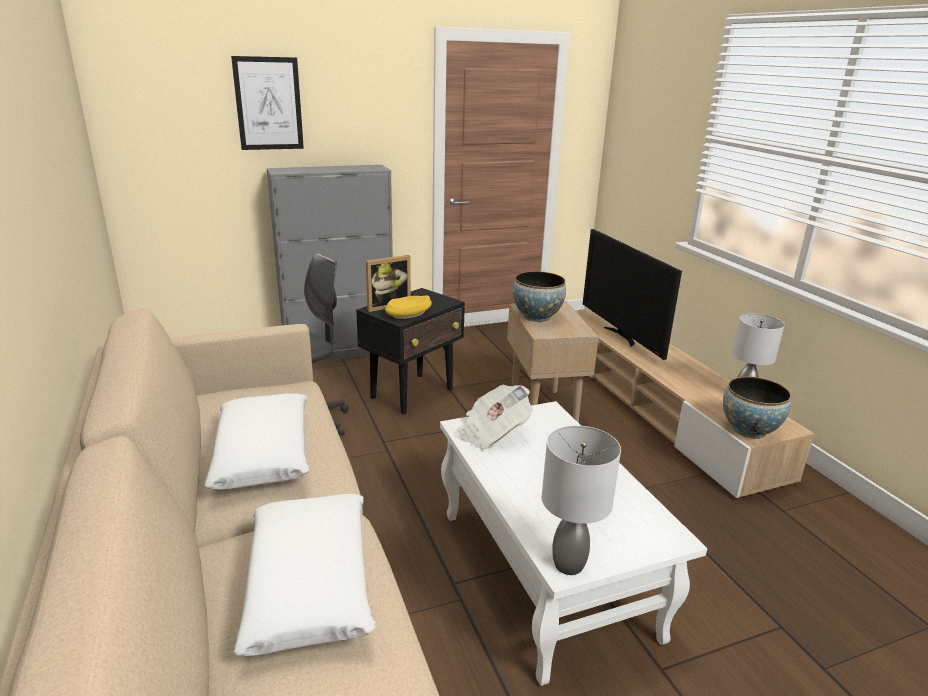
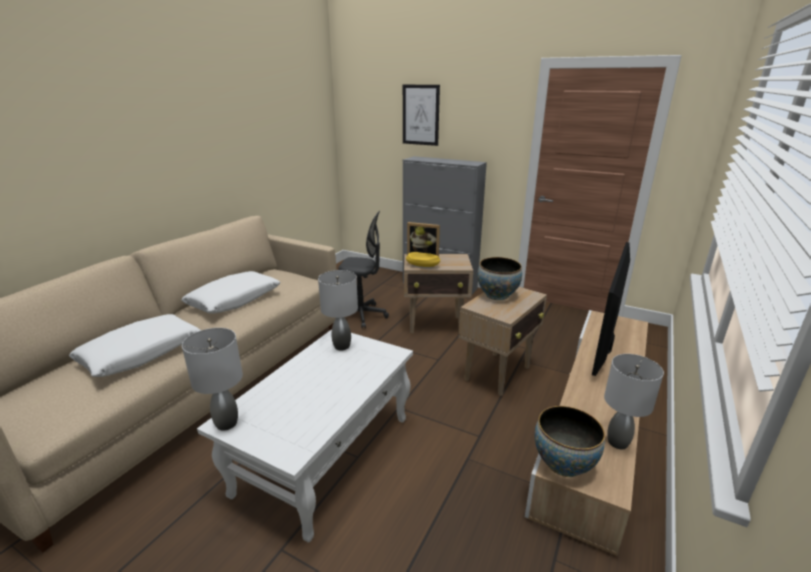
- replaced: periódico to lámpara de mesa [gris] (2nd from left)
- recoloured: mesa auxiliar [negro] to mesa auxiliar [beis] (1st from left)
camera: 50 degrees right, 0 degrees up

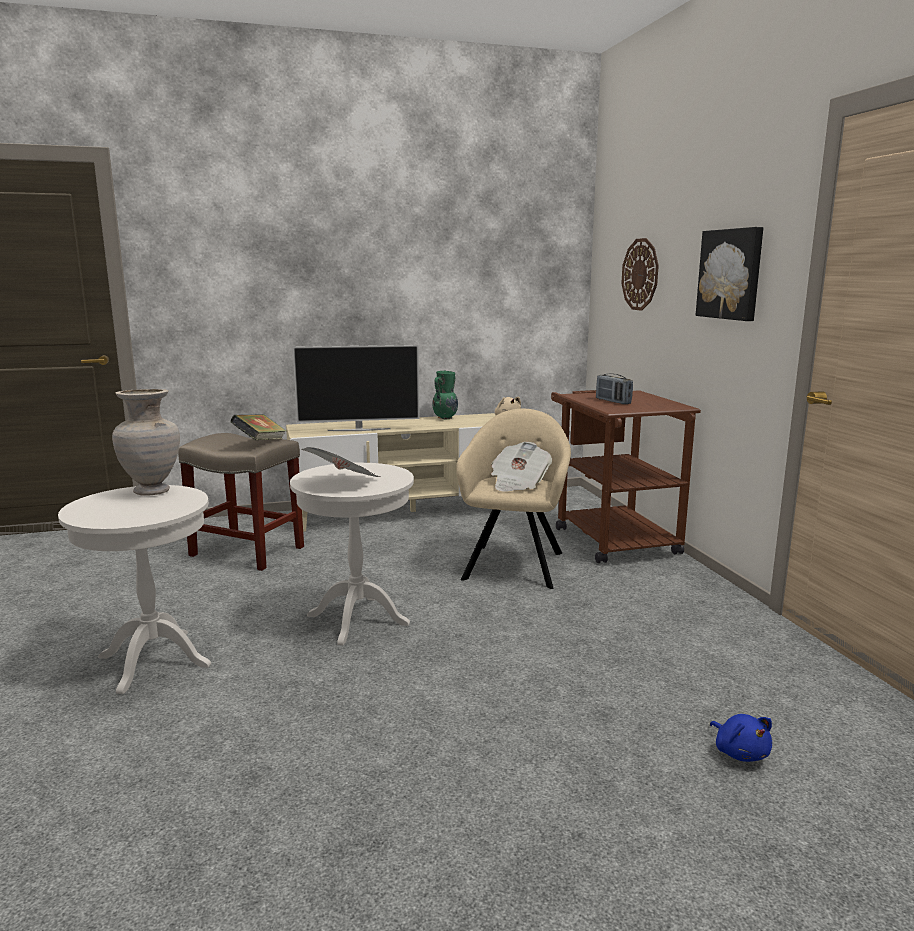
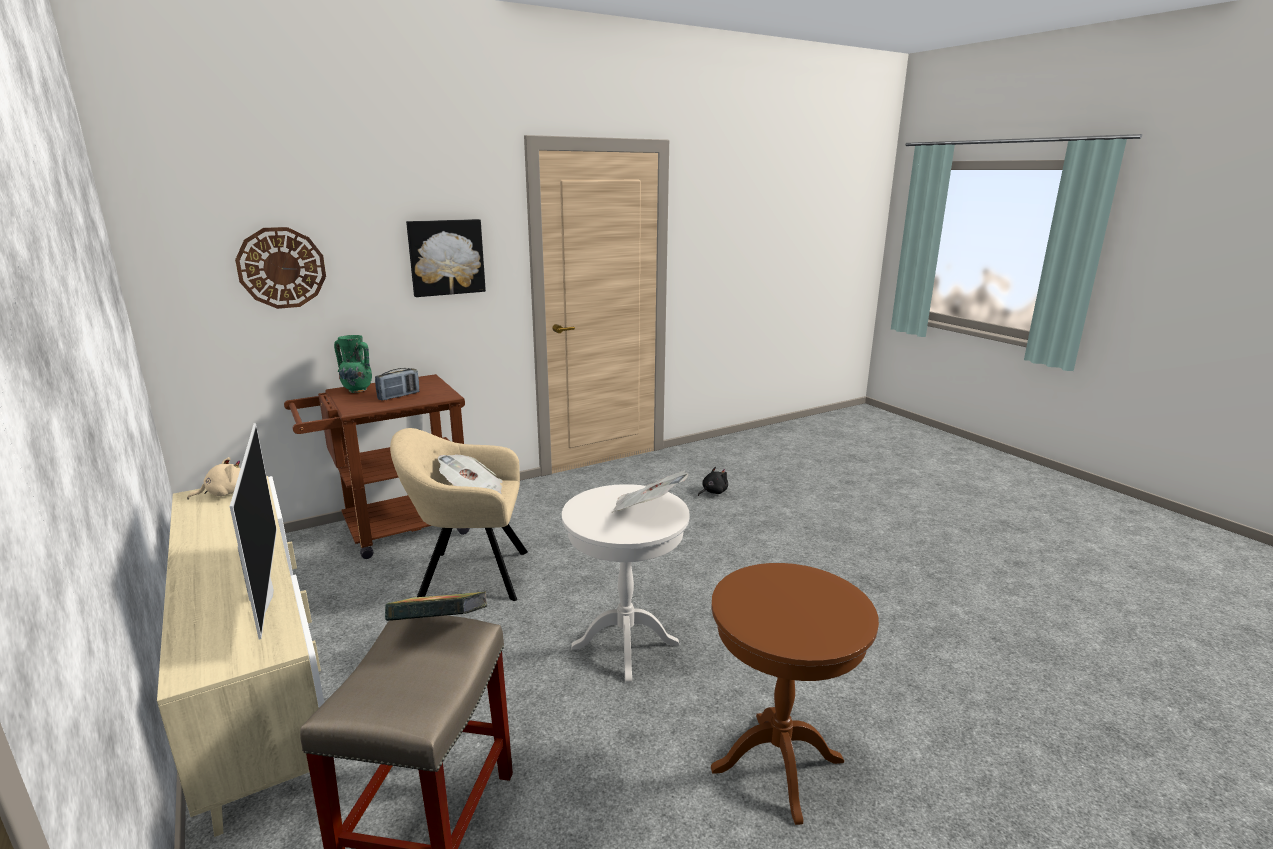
- removed: florero [beis]
- moved: florero [verde]
- recoloured: mesa auxiliar [blanco] (1st from left) to mesa auxiliar [marrón]
- recoloured: peluche [azul] to peluche [negro]
camera: 105 degrees left, 5 degrees up

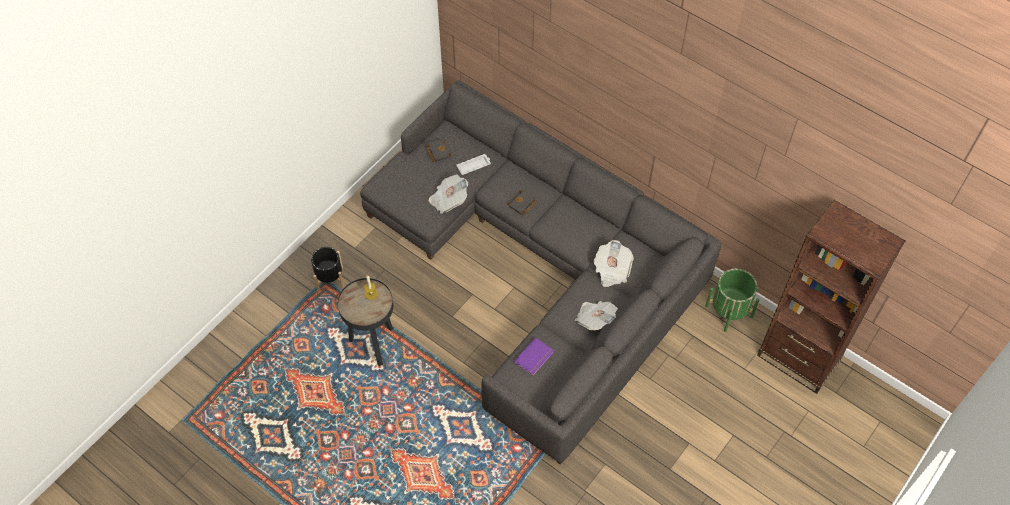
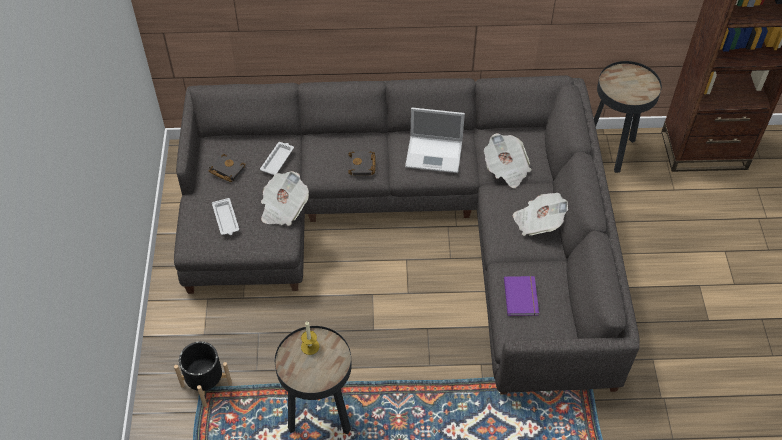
- added: bandeja [blanco] (1st from left)
- added: portátil
- replaced: maceta [verde] to mesa auxiliar [negro] (2nd from left)
camera: 40 degrees left, 5 degrees down

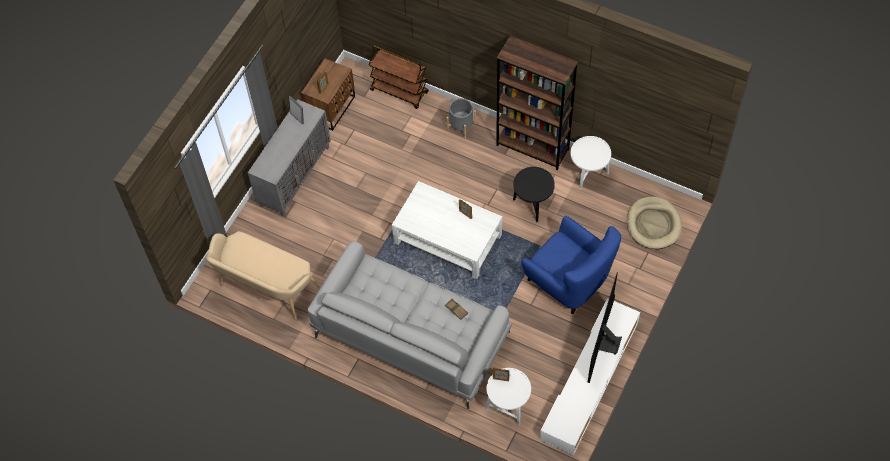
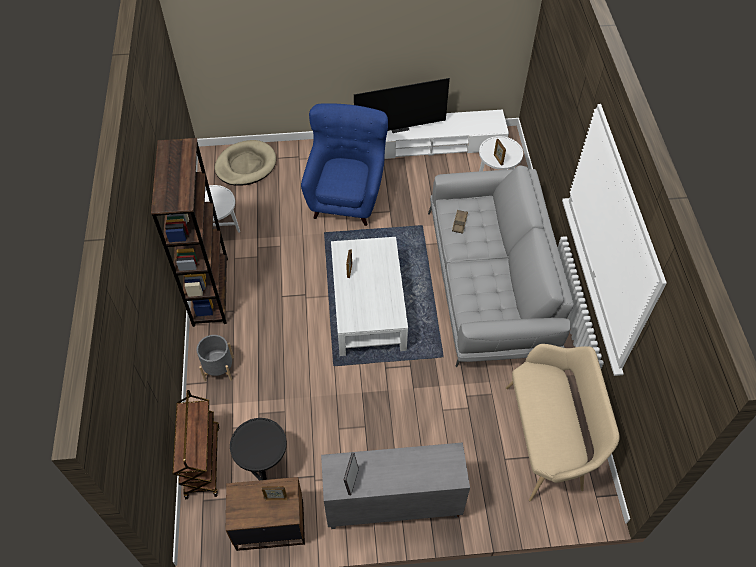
- moved: mesa auxiliar [negro]
camera: 125 degrees left, 5 degrees down

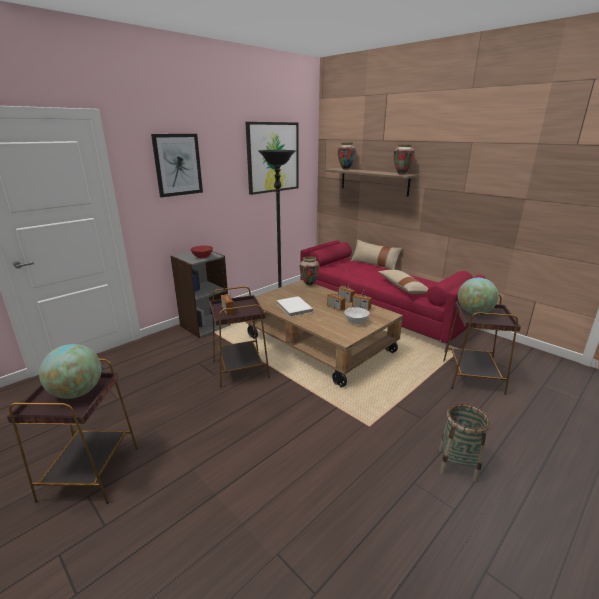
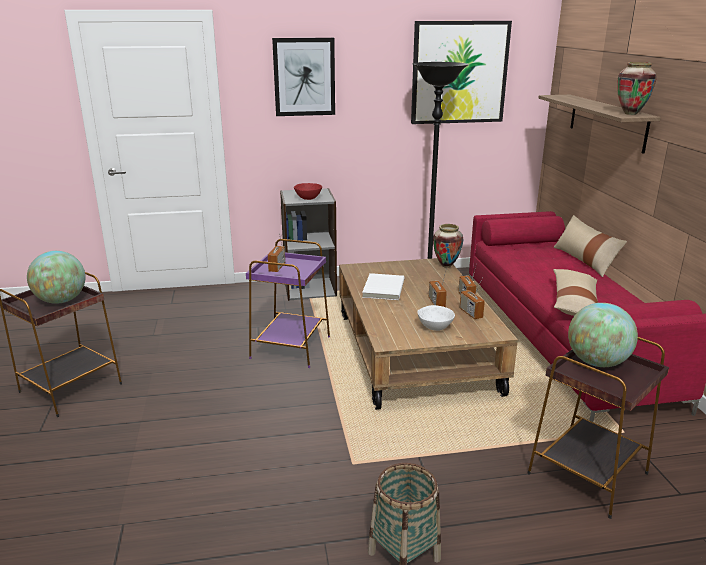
- removed: florero (2nd from left)
- recoloured: mesa auxiliar [marrón] (2nd from left) to mesa auxiliar [morado]
camera: 35 degrees right, 0 degrees up

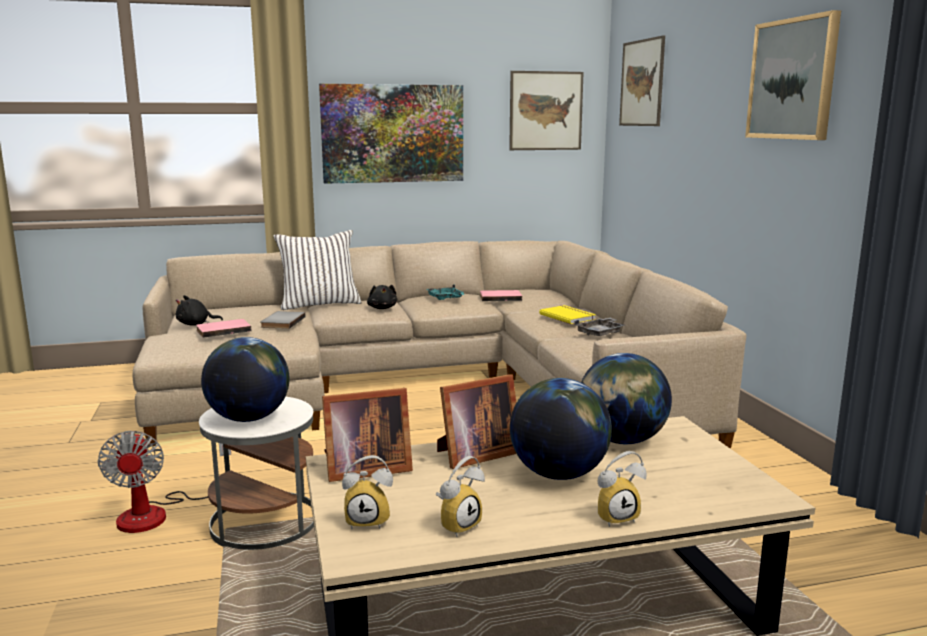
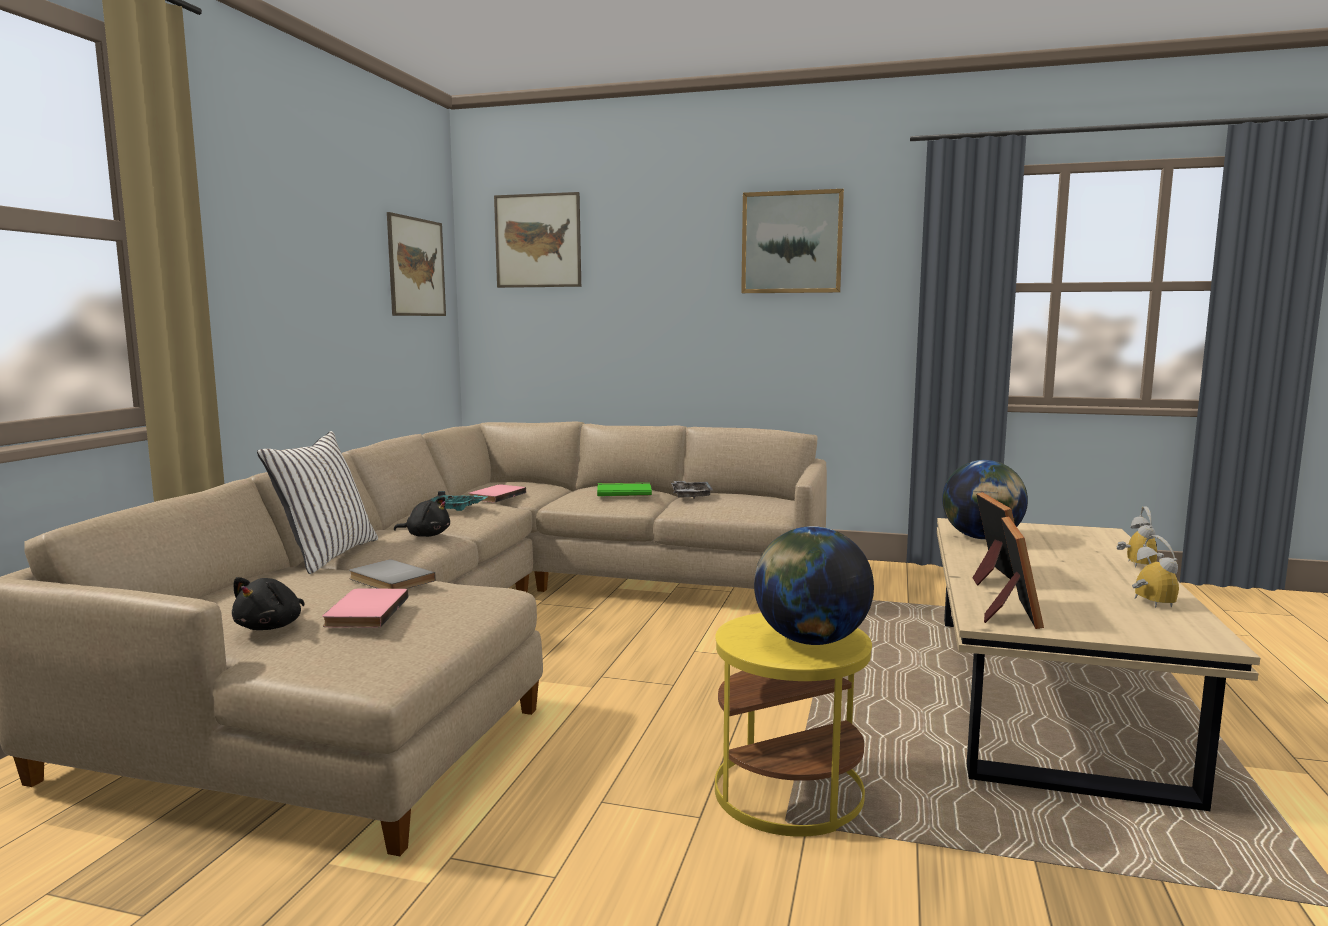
- removed: ventilador
- removed: cuadro (1st from left)
- removed: despertador (1st from left)
- removed: globo terráqueo (2nd from left)
- recoloured: mesa auxiliar [blanco] to mesa auxiliar [amarillo]
- recoloured: libro [amarillo] to libro [verde]
camera: 60 degrees left, 5 degrees down

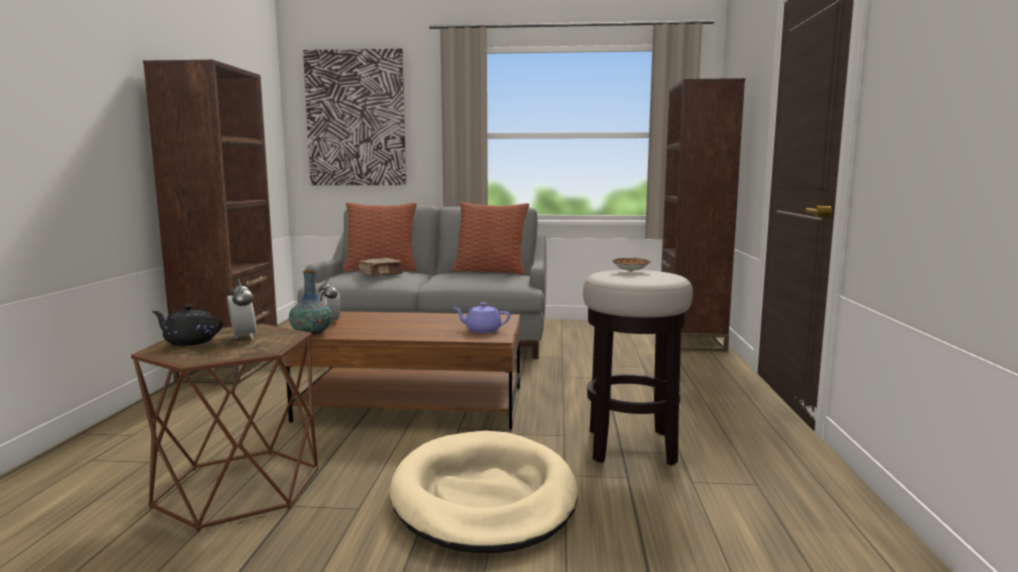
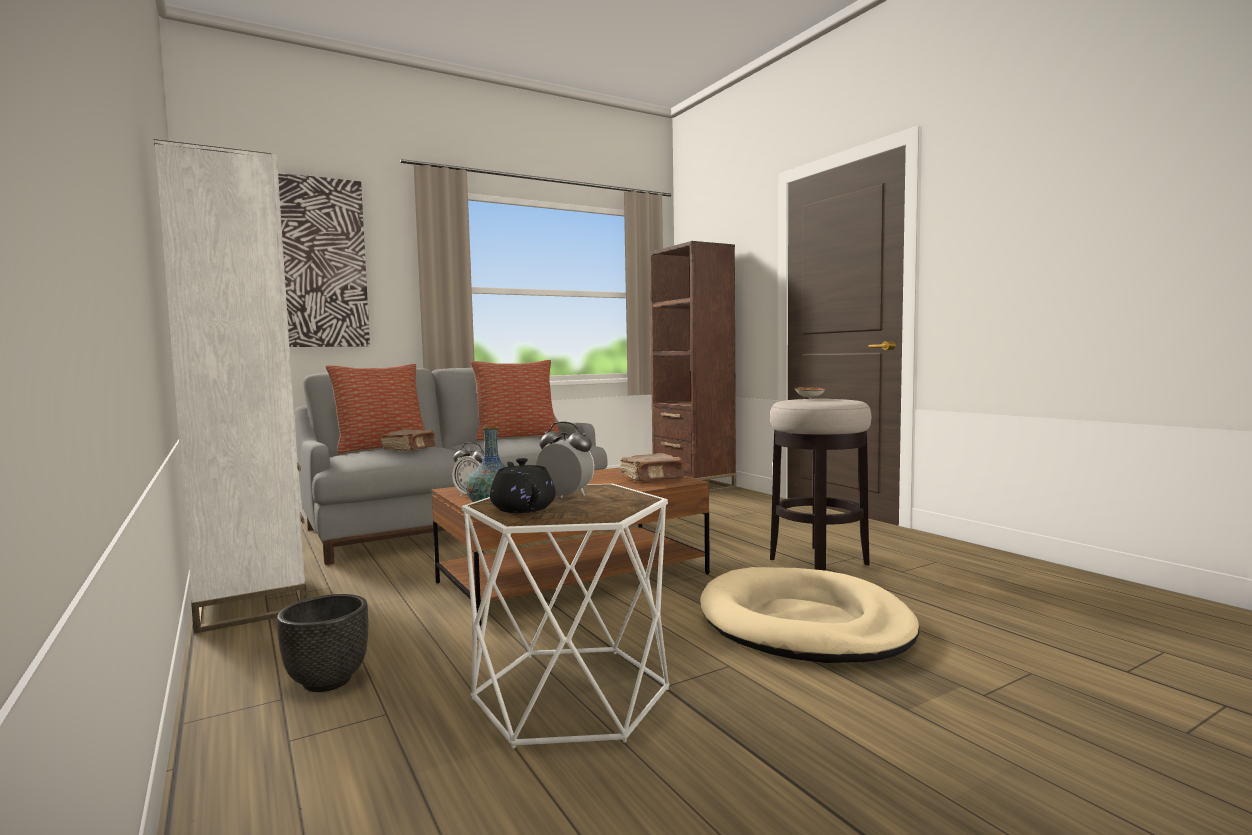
- added: maceta [negro]
- replaced: tetera [morado] to libro [marrón] (2nd from left)
- recoloured: mesa auxiliar [marrón] to mesa auxiliar [blanco]
- recoloured: estantería [marrón] (1st from left) to estantería [blanco]
- turned: tetera [negro] 90 degrees clockwise
camera: 35 degrees left, 5 degrees down

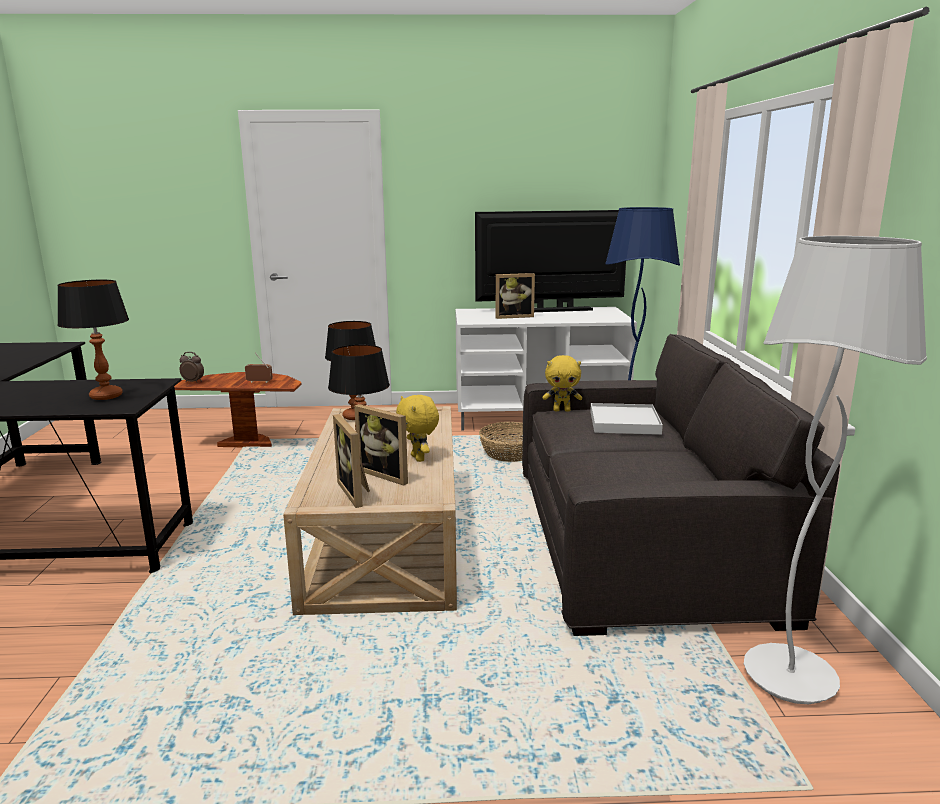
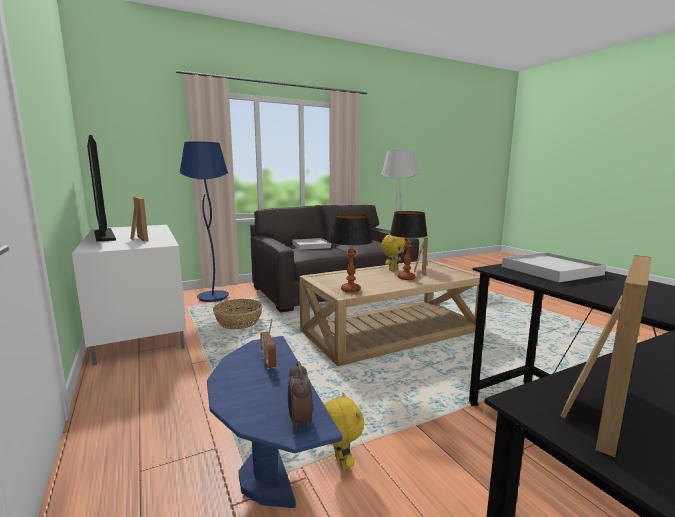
- moved: portarretratos (1st from left in the first image) to portarretratos (3rd from left)
- moved: peluche [amarillo] (2nd from left in the first image) to peluche [amarillo] (1st from left)
- replaced: lámpara de mesa (1st from left) to bandeja [blanco] (2nd from left)
- recoloured: mesa auxiliar [marrón] to mesa auxiliar [azul]
camera: 115 degrees left, 5 degrees down

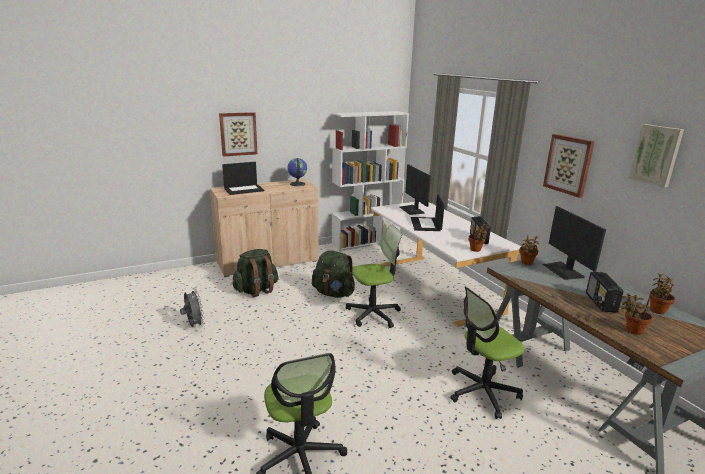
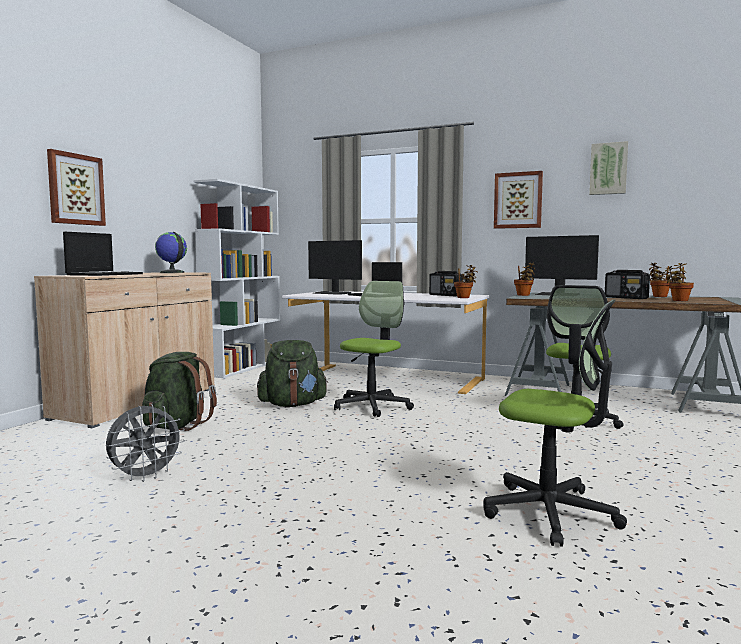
- turned: ventilador [gris] 120 degrees clockwise
camera: 40 degrees left, 15 degrees down

